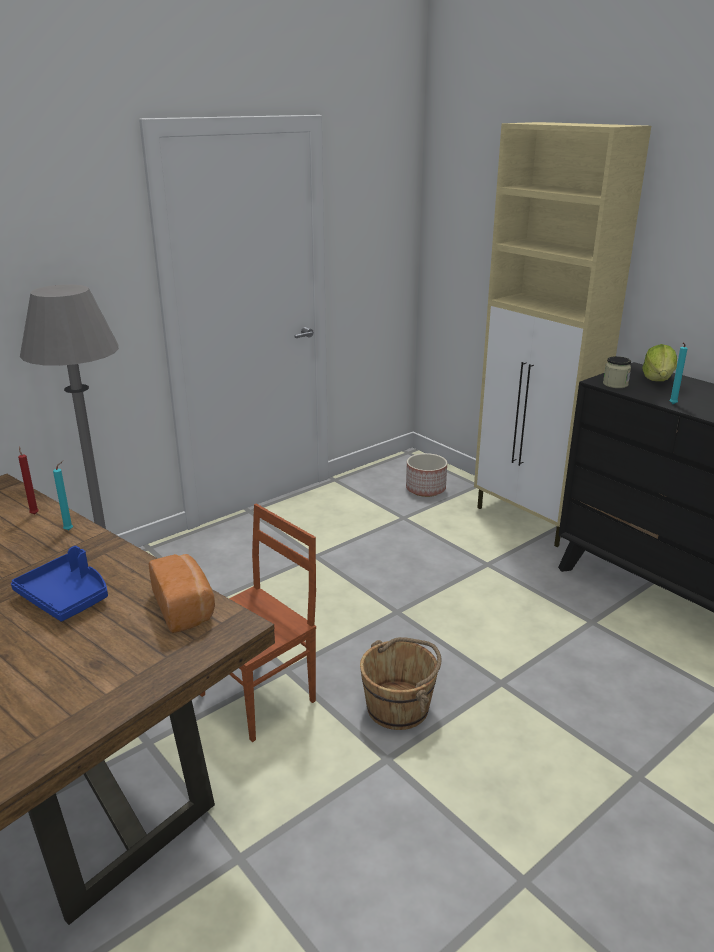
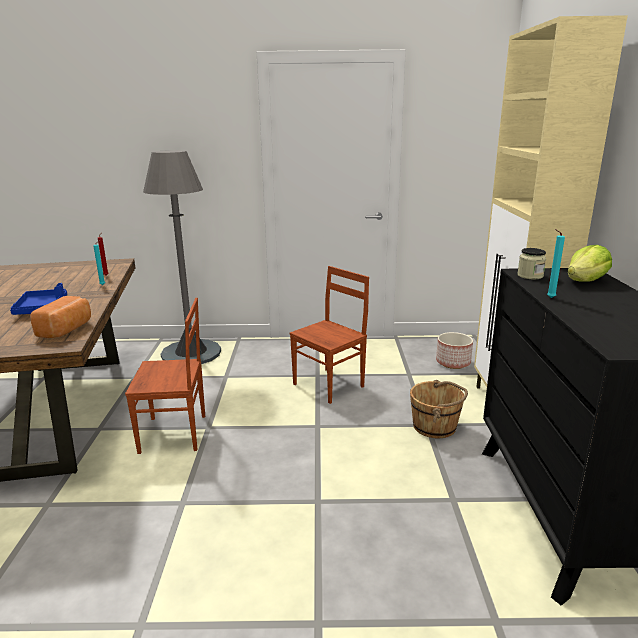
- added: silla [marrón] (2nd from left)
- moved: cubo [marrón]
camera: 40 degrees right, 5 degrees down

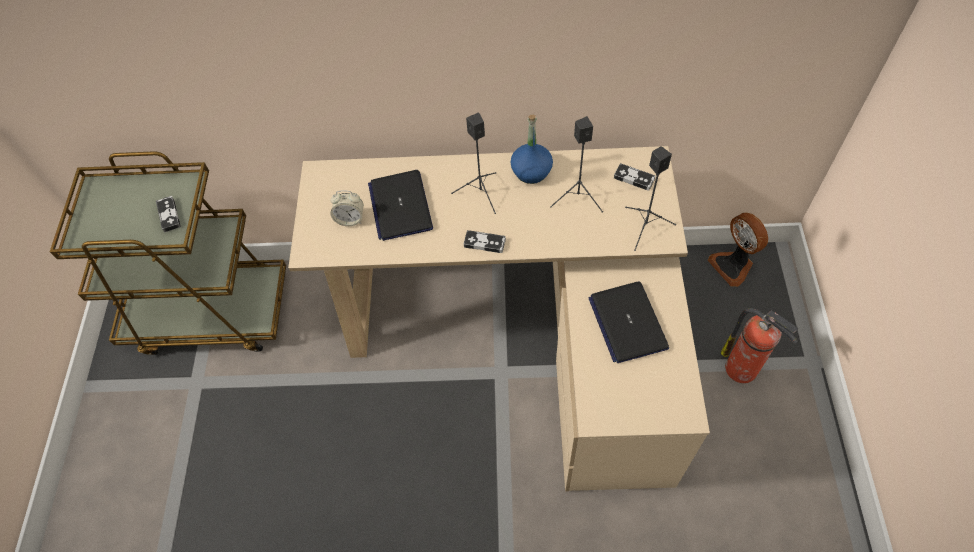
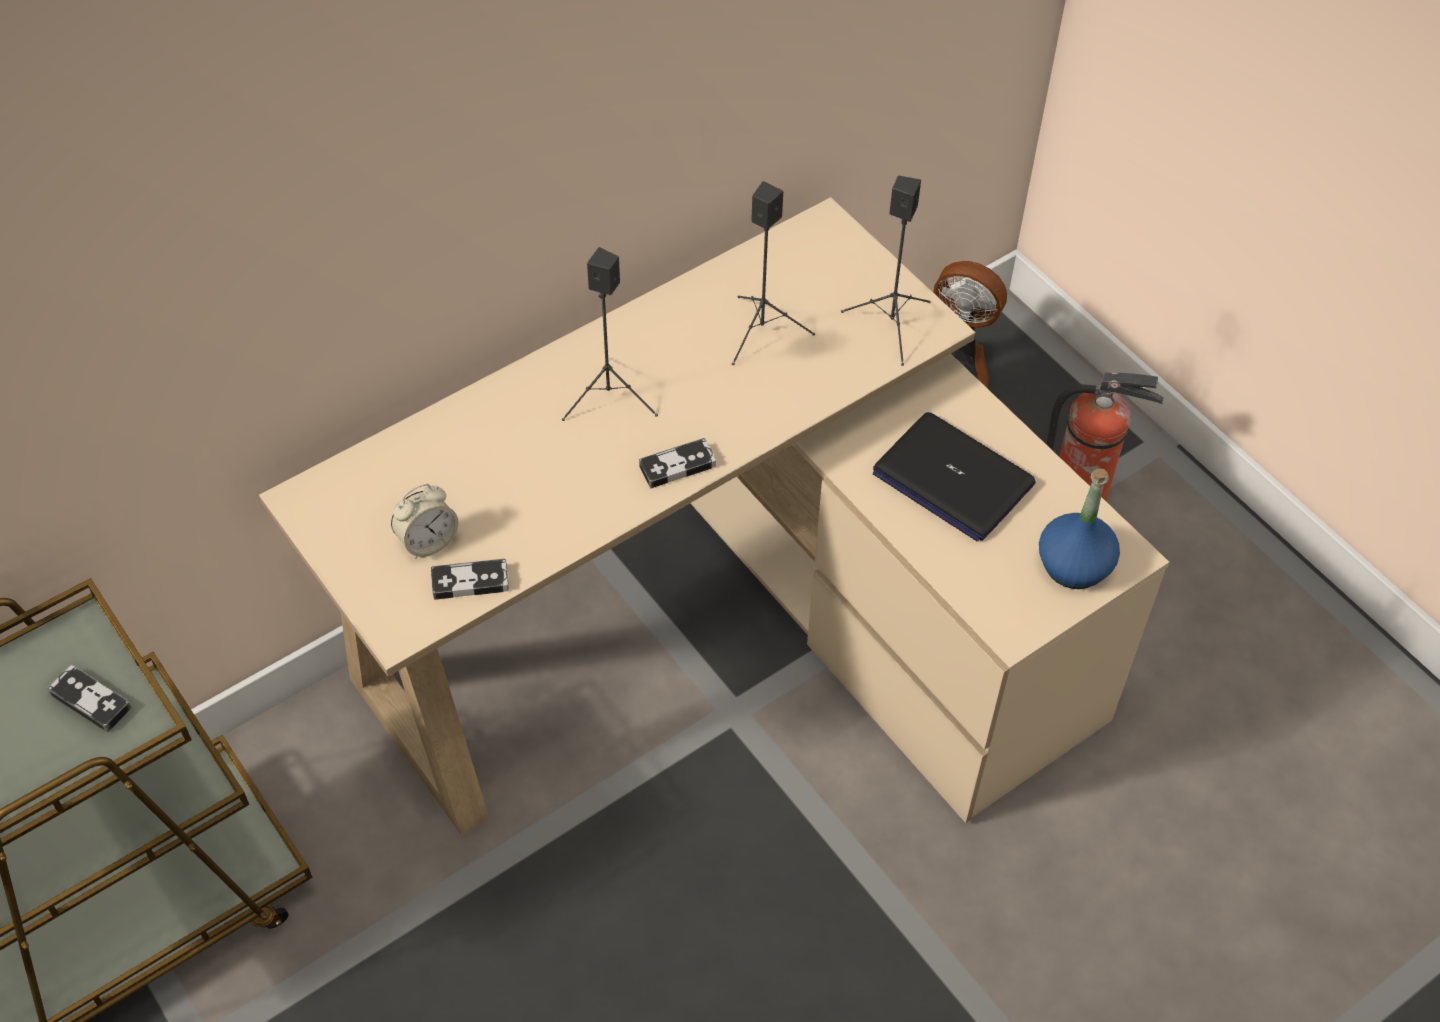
- removed: portátil (1st from left)
- moved: botella [azul]
- moved: mando de consola (3rd from left in the first image) to mando de consola (2nd from left)
camera: 40 degrees left, 5 degrees down

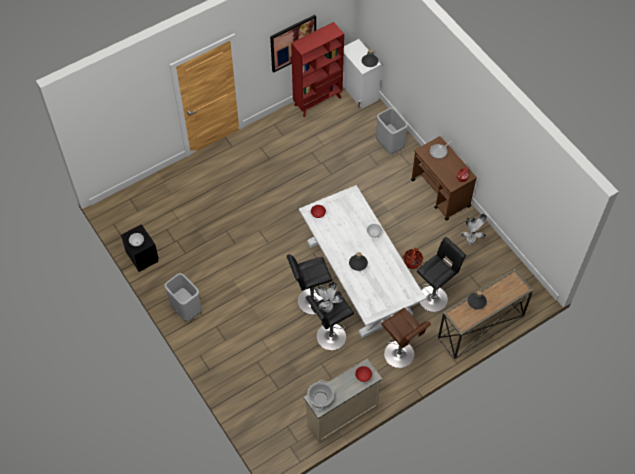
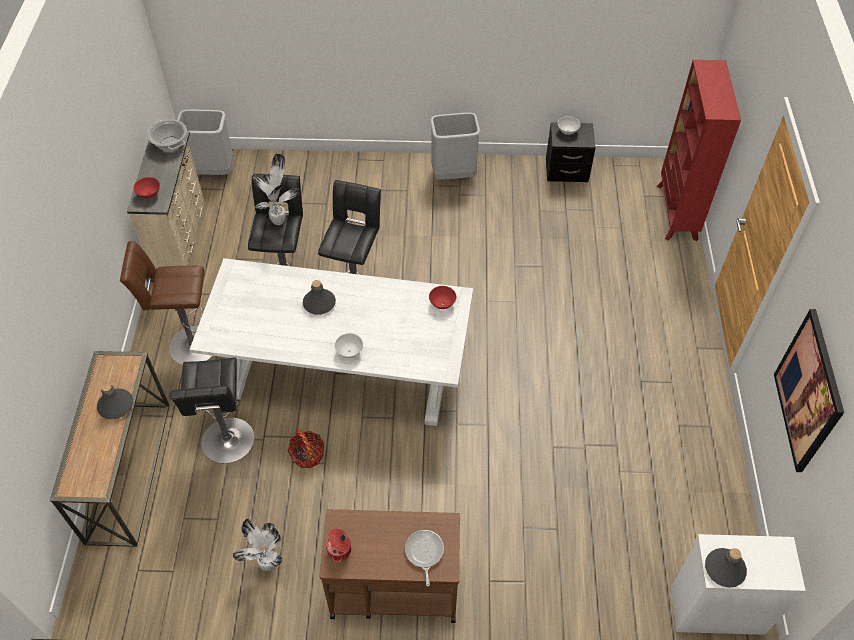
- moved: estantería [rojo]
- moved: papelera [gris] (2nd from left in the first image) to papelera [gris] (1st from left)
camera: 125 degrees right, 5 degrees down

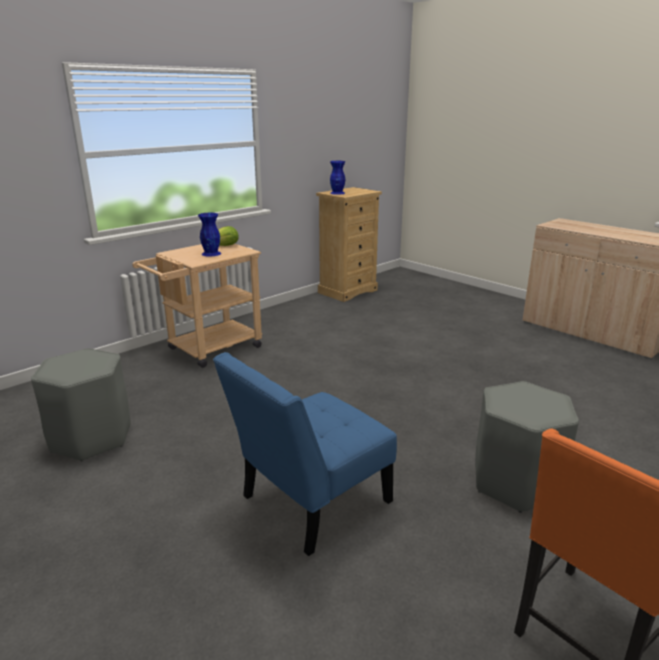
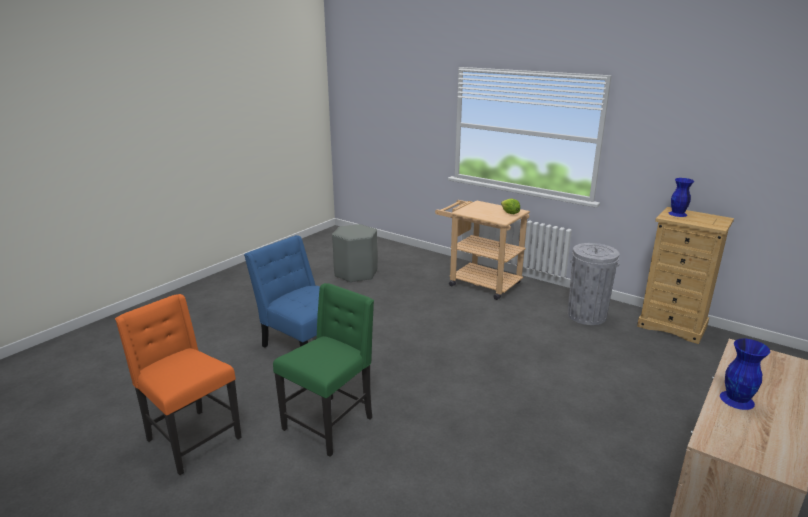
- added: papelera [gris]
- moved: florero [azul] (1st from left in the first image) to florero [azul] (2nd from left)
- replaced: taburete [gris] (2nd from left) to silla [verde]
camera: 80 degrees right, 0 degrees up

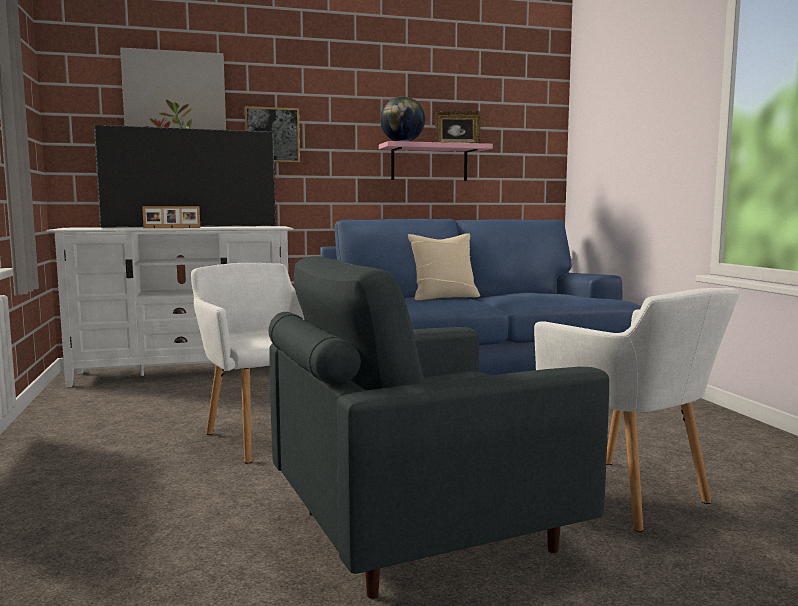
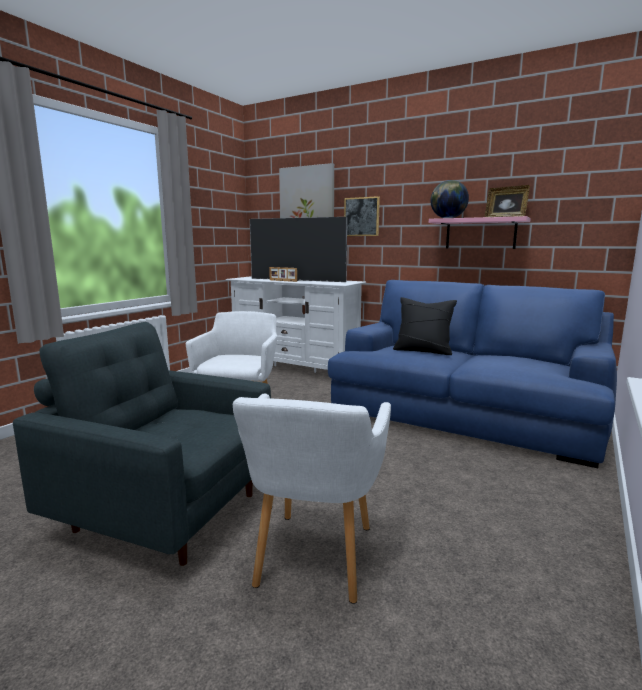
- recoloured: cojín [beis] to cojín [negro]
camera: 45 degrees right, 5 degrees up

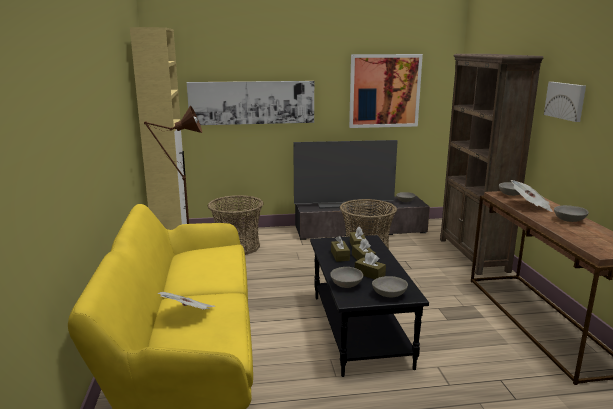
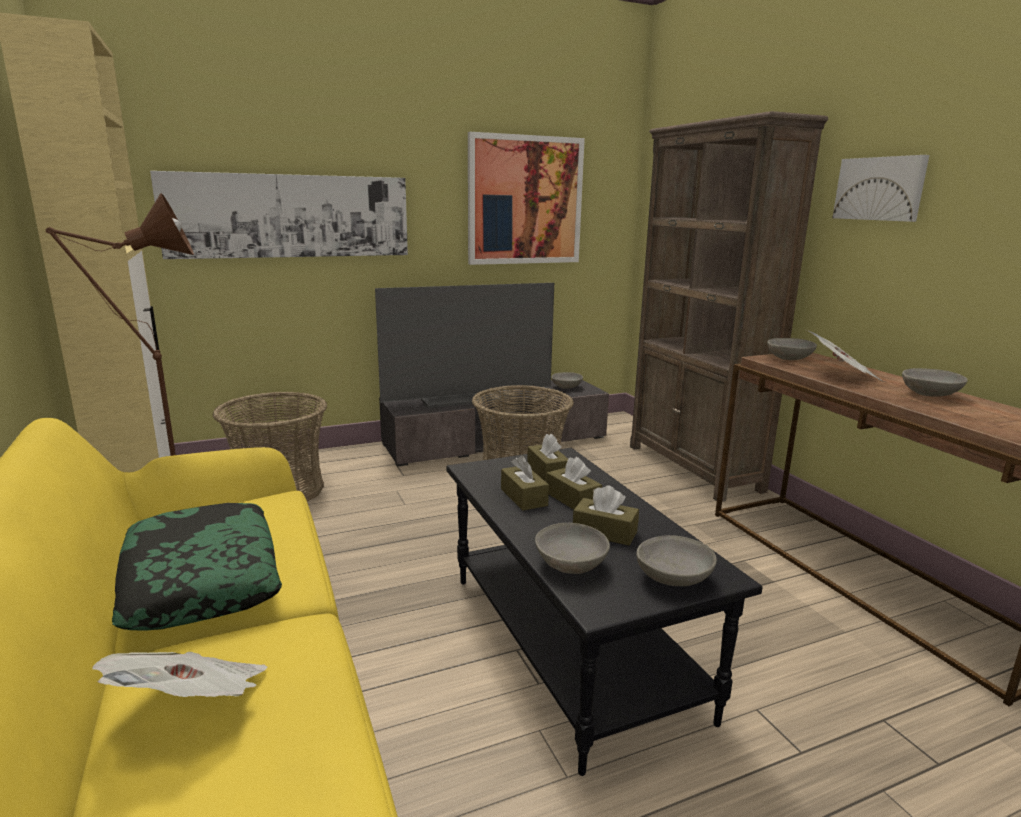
- added: cojín
camera: 15 degrees left, 0 degrees up

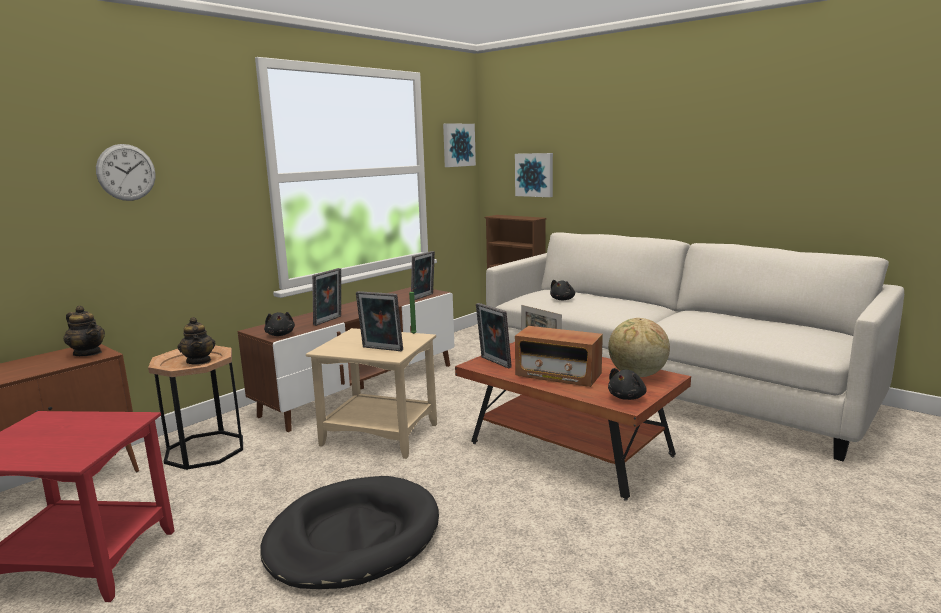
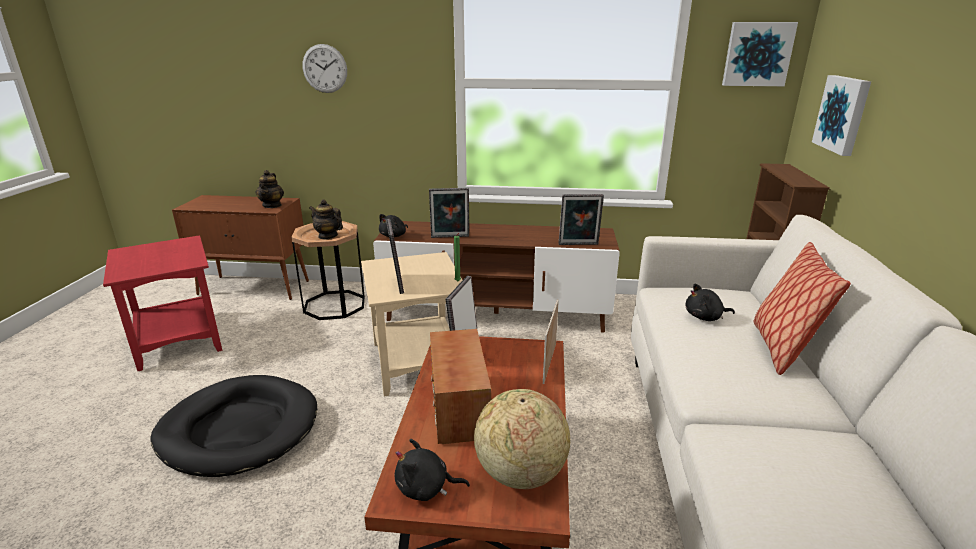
- added: cojín
- turned: tetera (2nd from left) 90 degrees clockwise
camera: 55 degrees right, 10 degrees up

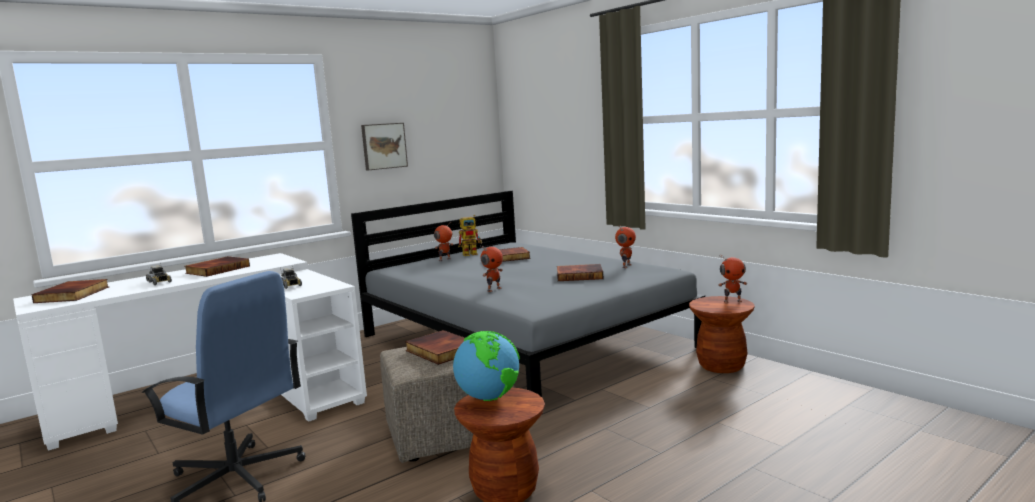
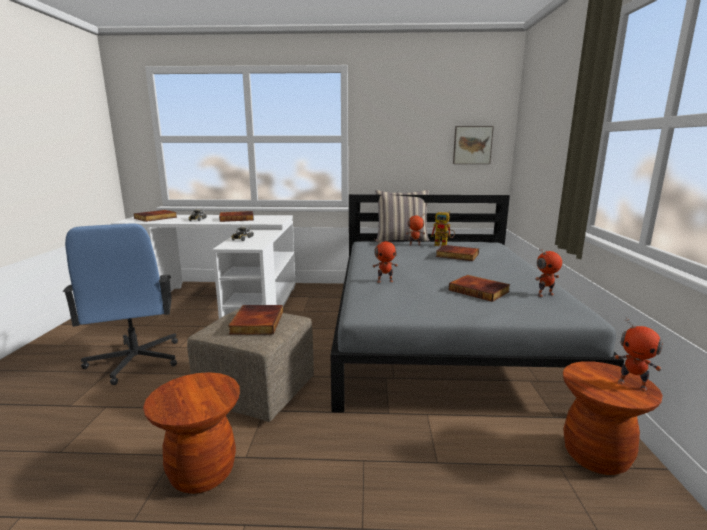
- removed: globo terráqueo
- added: cojín
- moved: cuadro
camera: 40 degrees right, 5 degrees up

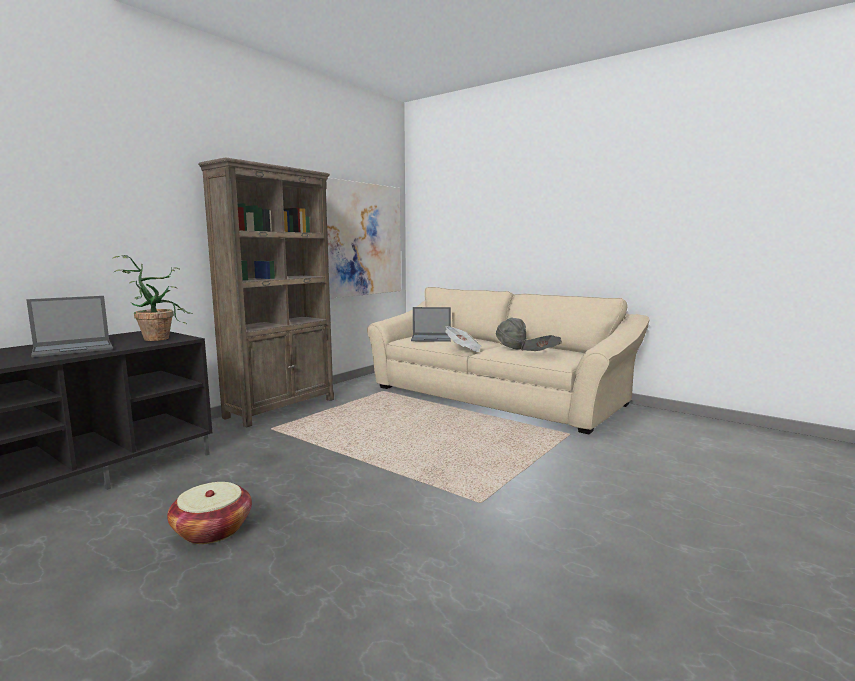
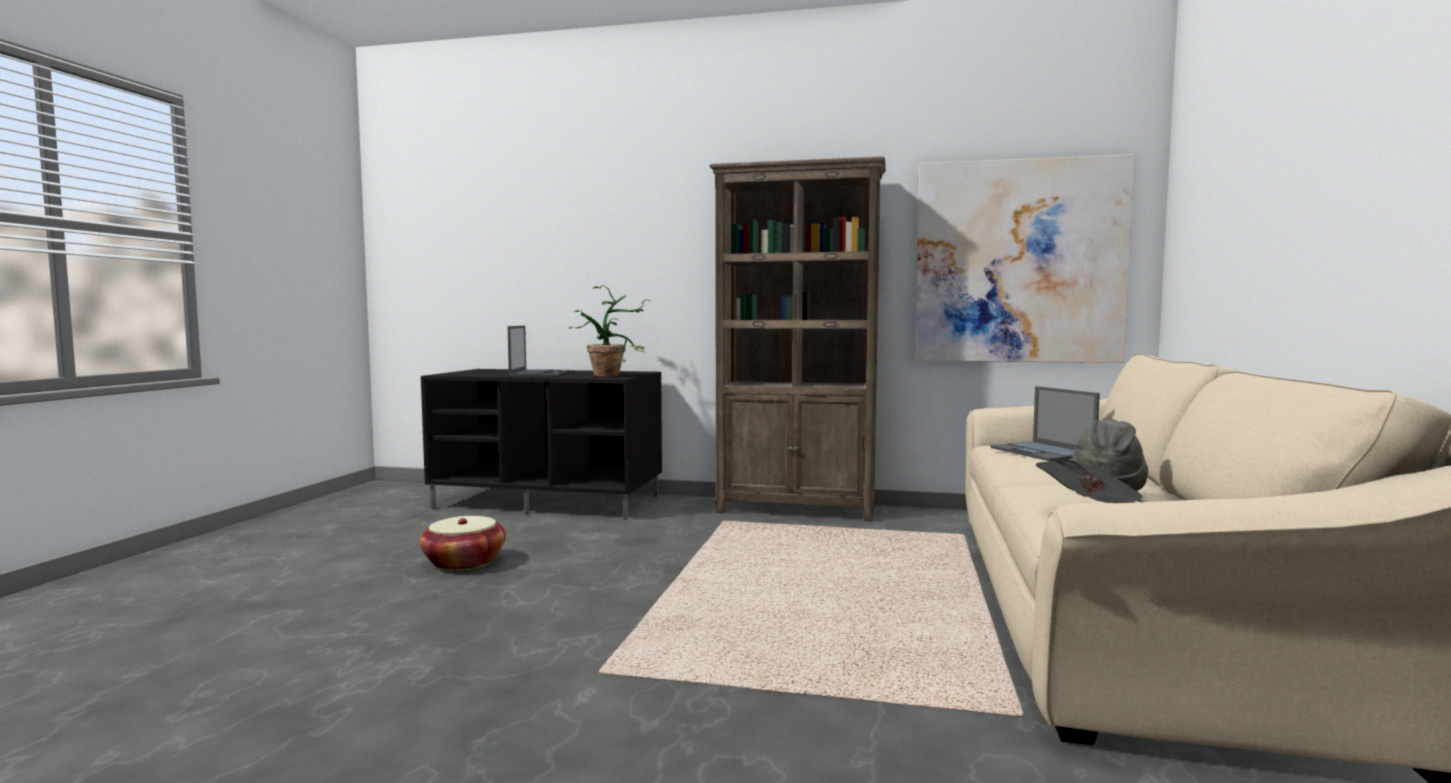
- removed: periódico (1st from left)
- turned: portátil (1st from left) 120 degrees counterclockwise
camera: 65 degrees right, 5 degrees down

